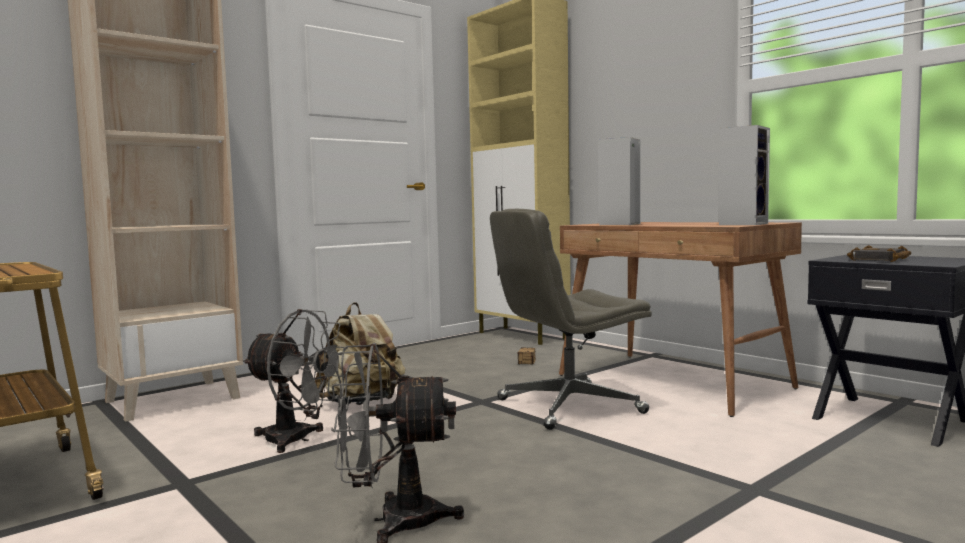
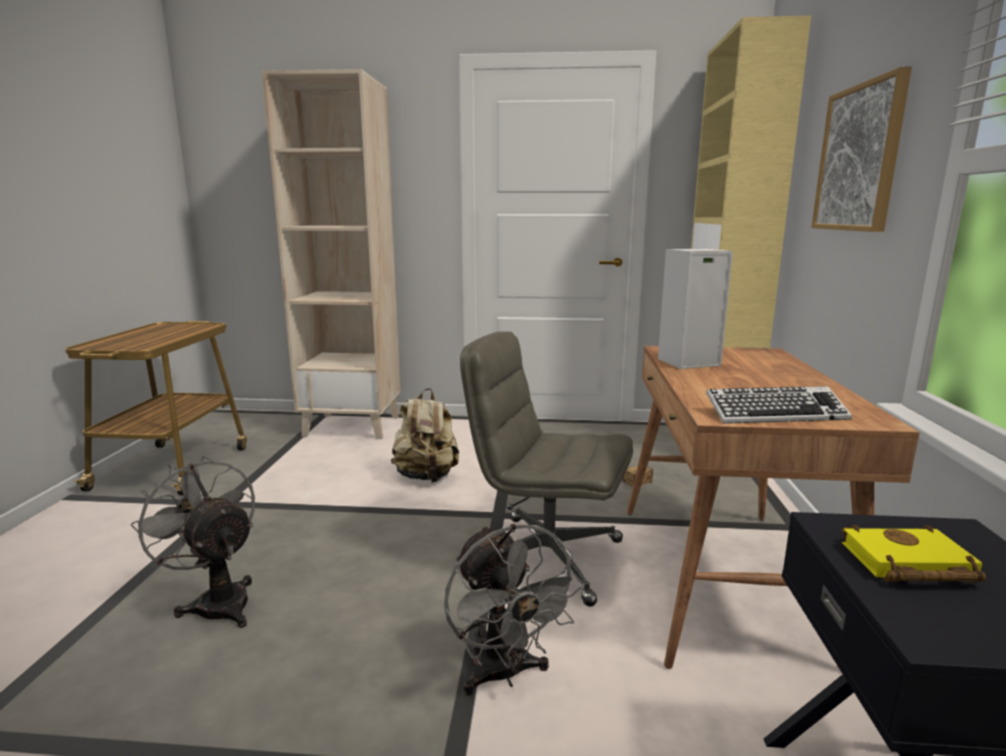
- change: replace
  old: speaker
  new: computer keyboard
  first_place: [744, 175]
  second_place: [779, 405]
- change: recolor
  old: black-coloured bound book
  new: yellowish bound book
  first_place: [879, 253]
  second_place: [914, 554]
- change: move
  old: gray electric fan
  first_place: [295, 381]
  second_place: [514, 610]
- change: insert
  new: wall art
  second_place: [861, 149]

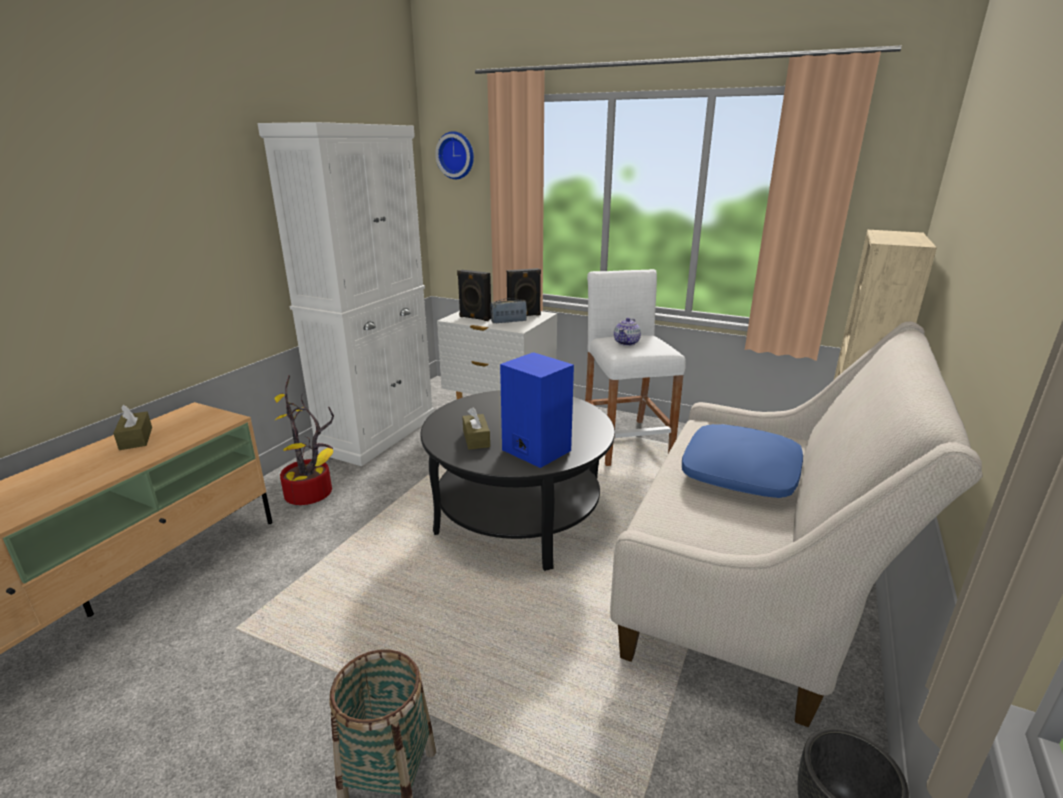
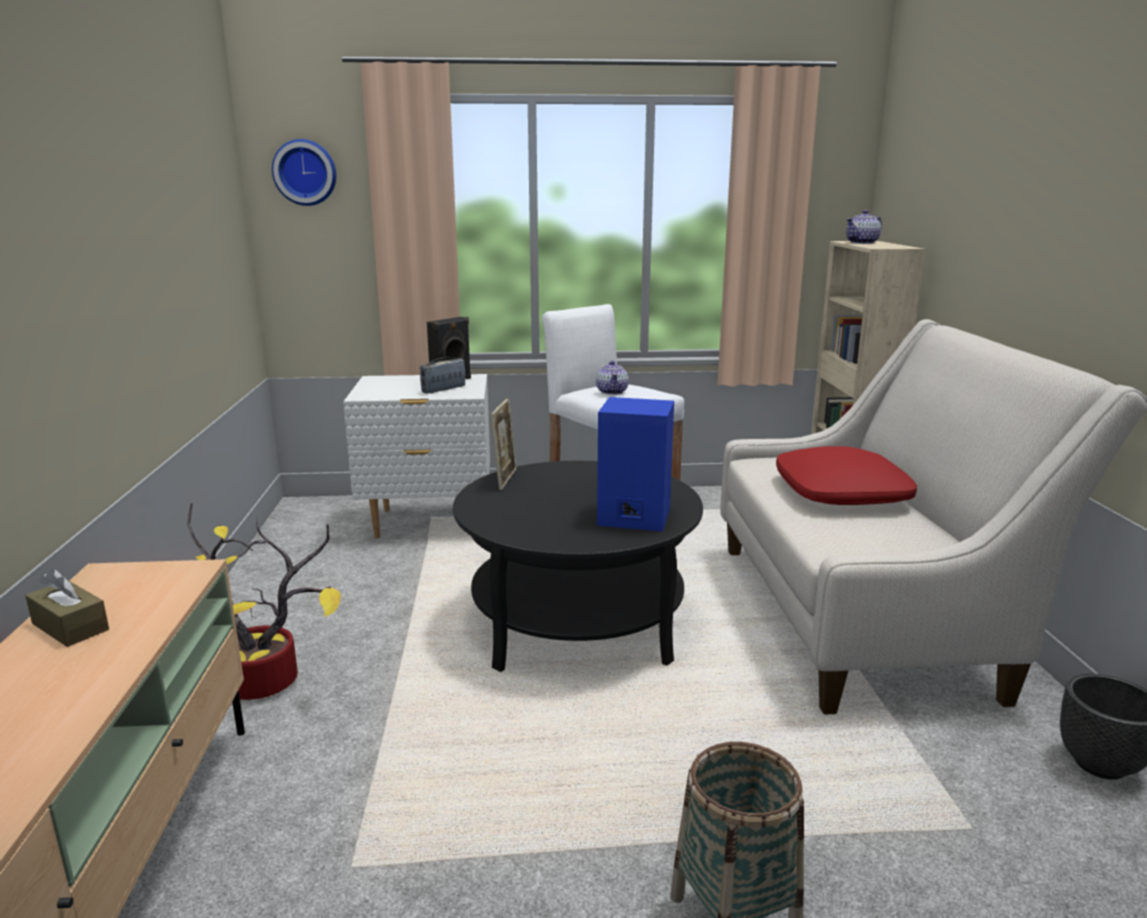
- change: delete
  old: whitish cupboard
  first_place: [346, 294]
- change: delete
  old: black-coloured speaker
  first_place: [474, 295]
- change: delete
  old: brown-coloured box of tissues
  first_place: [476, 428]
- change: recolor
  old: blue-coloured pillow
  new: reddish pillow
  first_place: [742, 461]
  second_place: [846, 475]
- change: insert
  new: pot for tea
  second_place: [864, 227]
- change: insert
  new: picture frame
  second_place: [503, 444]

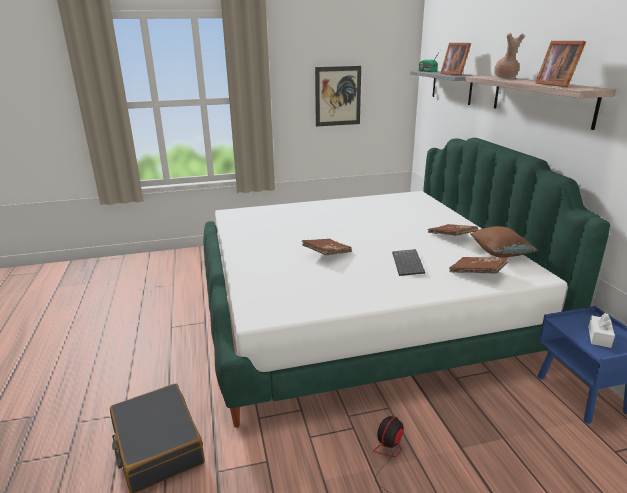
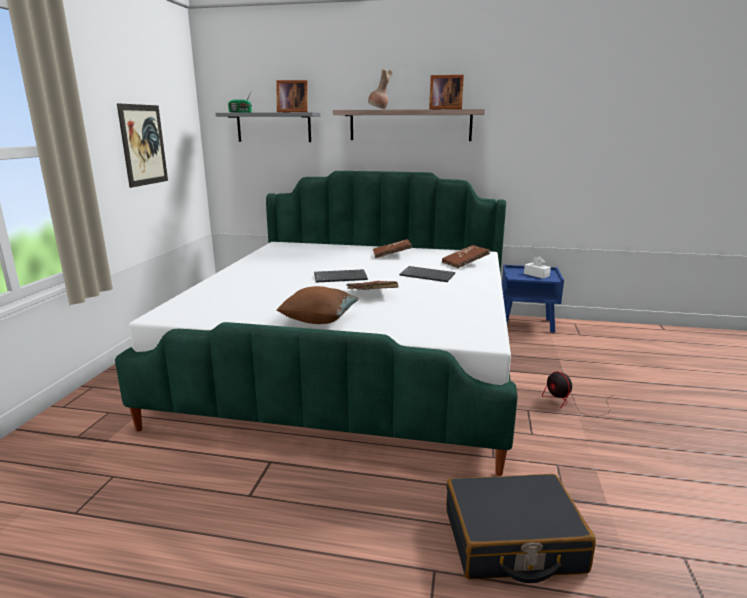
- change: move
  old: brown-coloured pillow
  first_place: [504, 242]
  second_place: [317, 305]
- change: insert
  new: computer keyboard
  second_place: [341, 276]

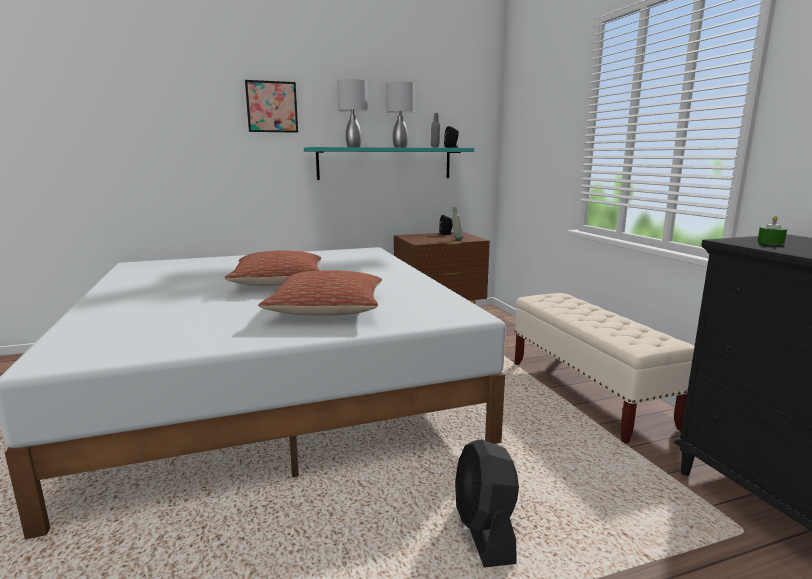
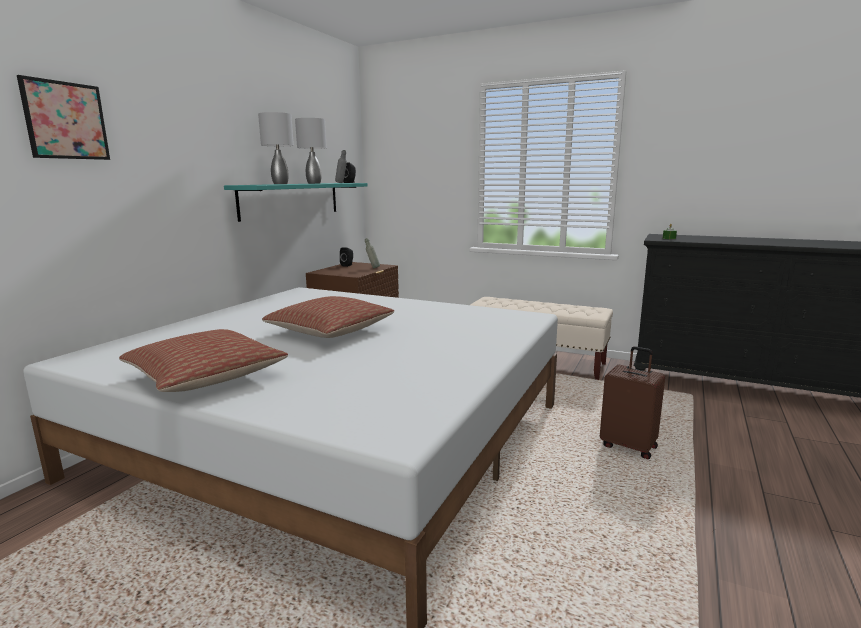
- change: move
  old: wall art
  first_place: [271, 106]
  second_place: [63, 117]
- change: move
  old: pillow
  first_place: [320, 293]
  second_place: [203, 360]
- change: replace
  old: black-coloured electric fan
  new: brown-coloured piece of luggage
  first_place: [487, 503]
  second_place: [632, 402]

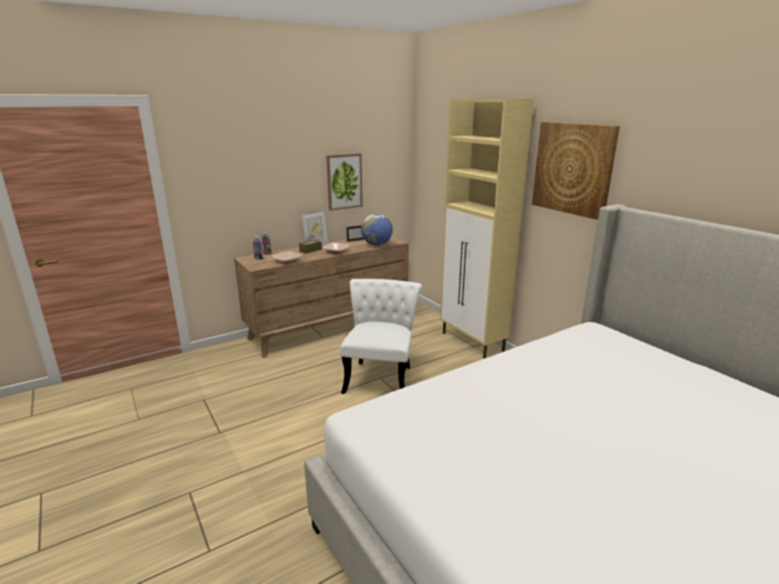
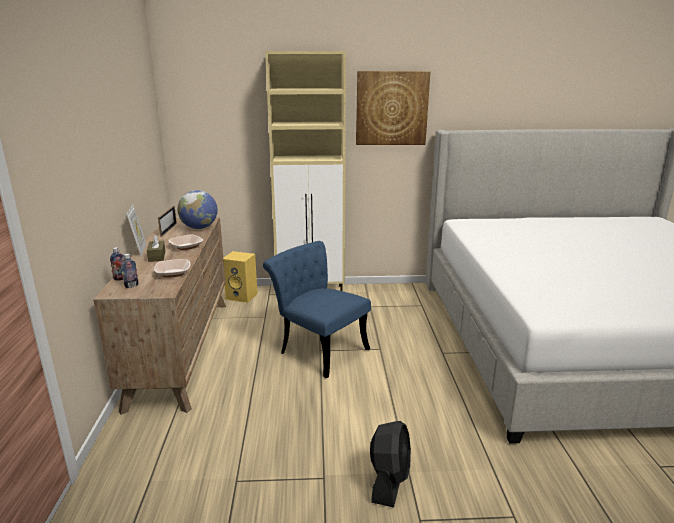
- change: delete
  old: wall art
  first_place: [344, 182]
- change: recolor
  old: whitish chair
  new: blue-coloured chair
  first_place: [381, 336]
  second_place: [317, 309]
- change: insert
  new: yellowish speaker
  second_place: [240, 277]
- change: insert
  new: black-coloured electric fan
  second_place: [390, 464]

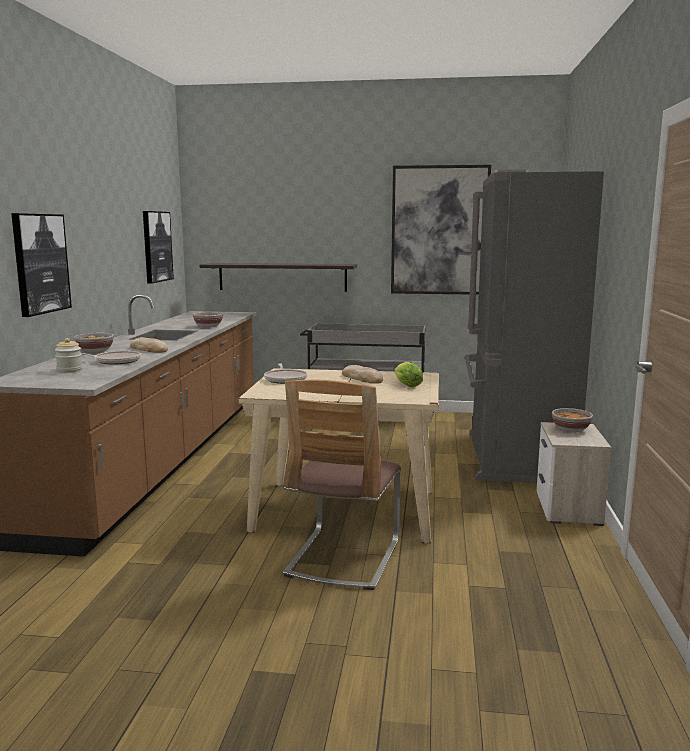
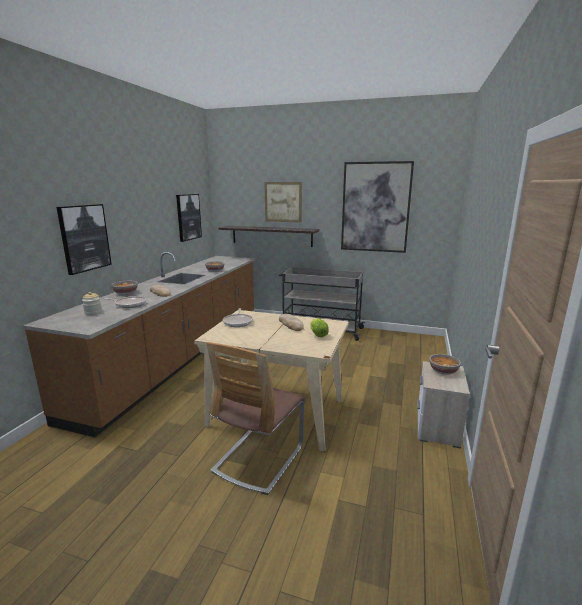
- change: delete
  old: gray fridge
  first_place: [534, 326]
- change: insert
  new: wall art
  second_place: [283, 202]

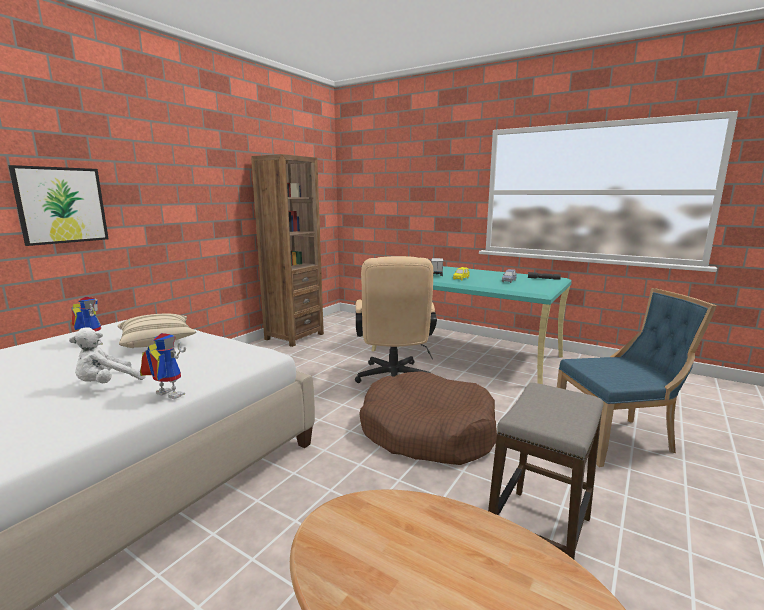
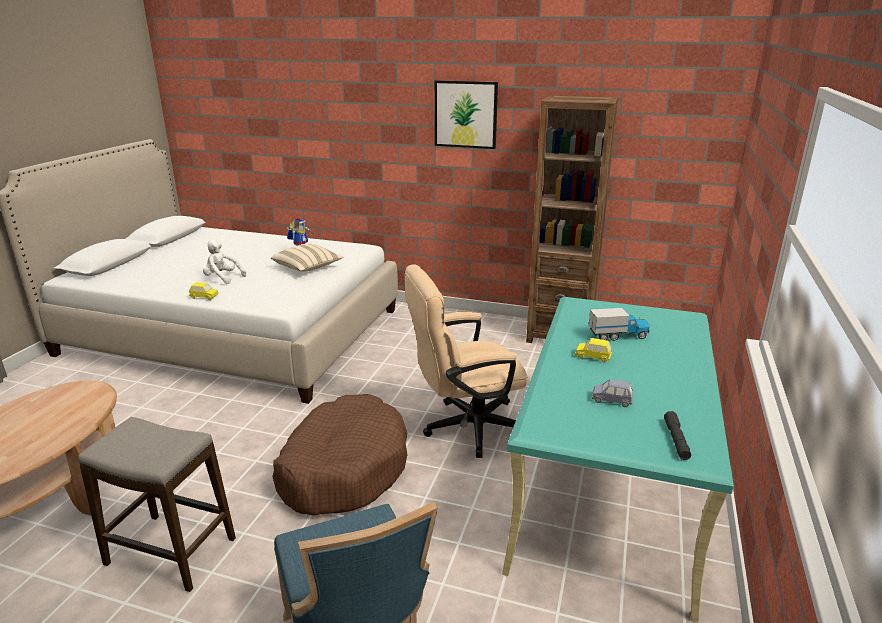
- change: move
  old: wall art
  first_place: [58, 205]
  second_place: [466, 114]
- change: replace
  old: toy robot
  new: yellowish toy car
  first_place: [163, 366]
  second_place: [204, 291]

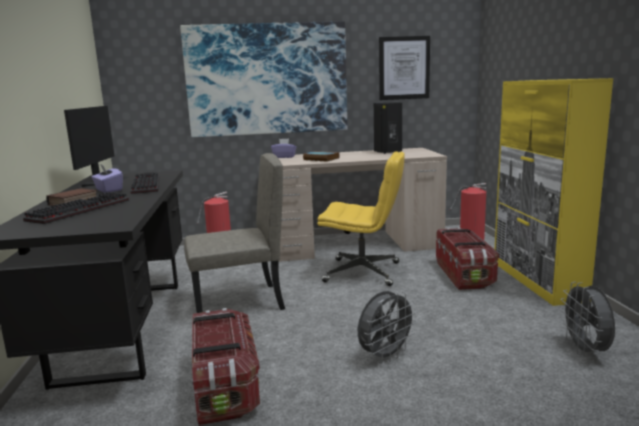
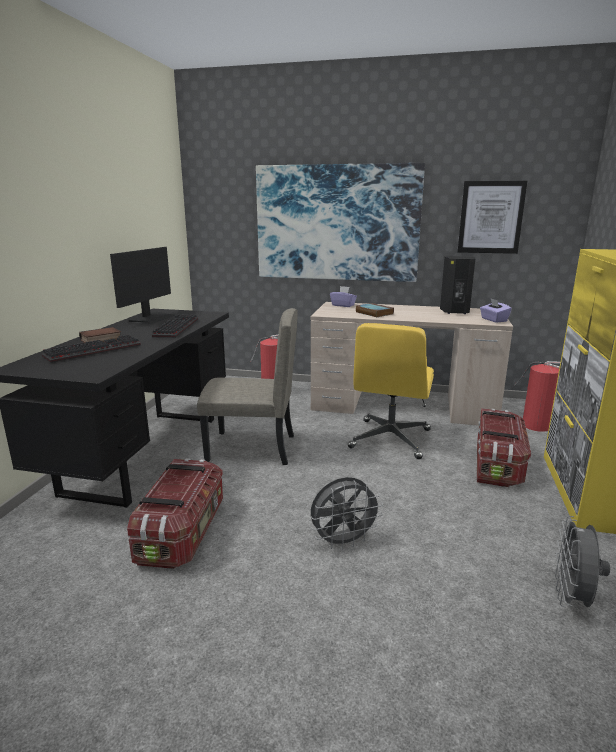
- change: rotate
  old: yellowish desk chair
  first_place: [360, 218]
  second_place: [391, 391]
  degrees: 75
- change: move
  old: purple box of tissues
  first_place: [107, 178]
  second_place: [496, 310]

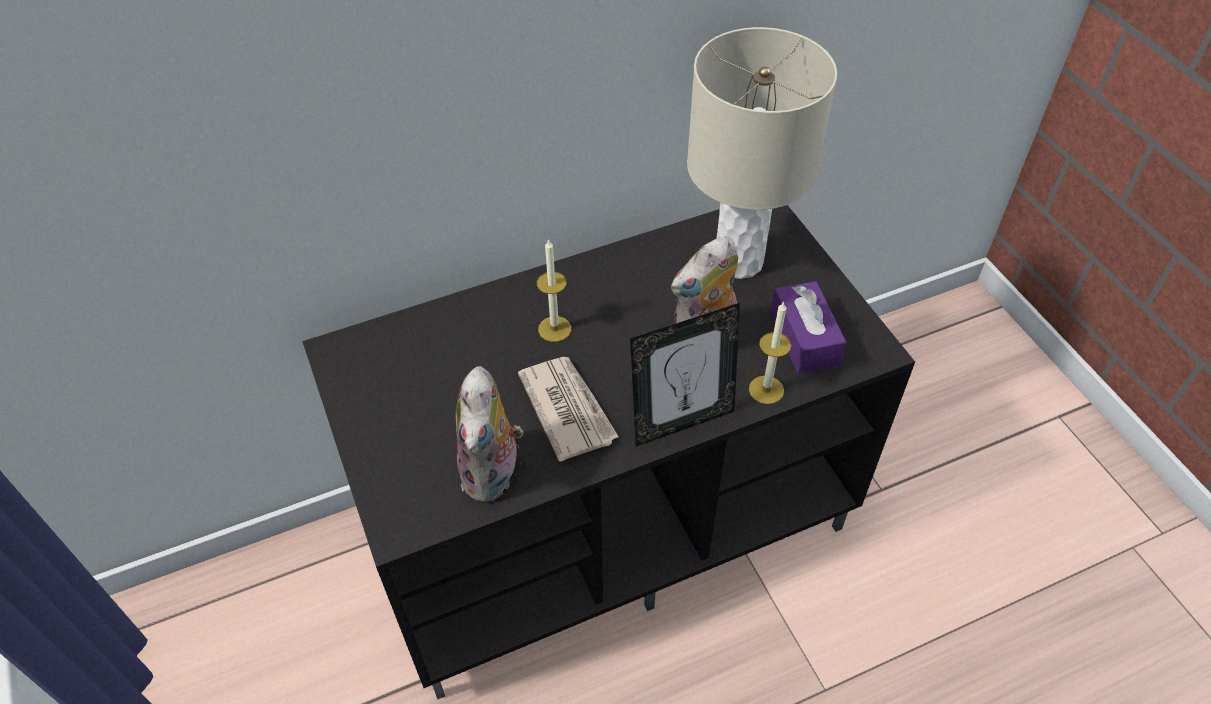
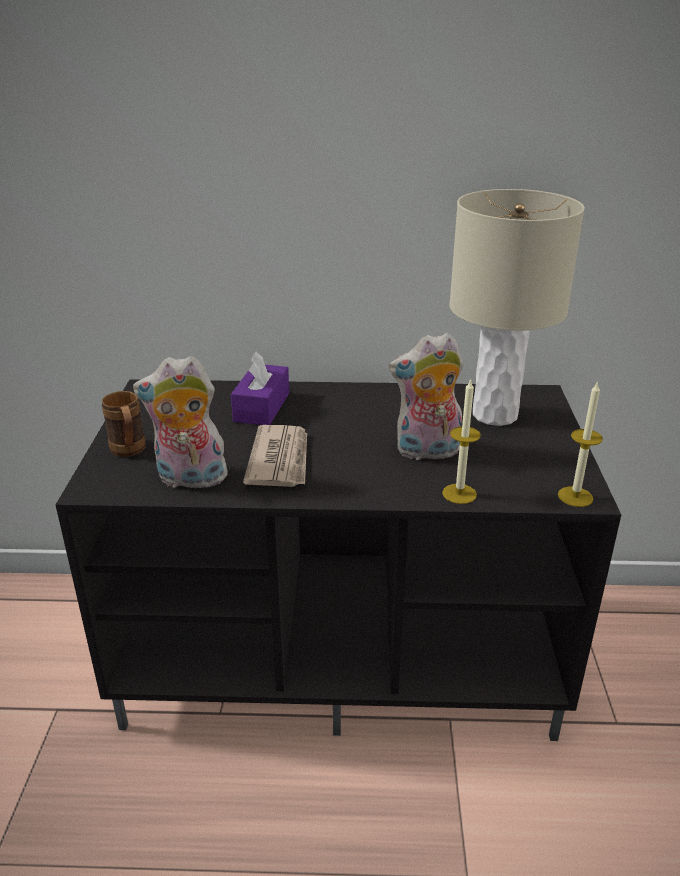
- change: move
  old: wax light
  first_place: [554, 290]
  second_place: [580, 444]
- change: move
  old: purple box of tissues
  first_place: [809, 327]
  second_place: [260, 388]
- change: delete
  old: picture frame
  first_place: [685, 375]
- change: rotate
  old: plush toy
  first_place: [489, 434]
  second_place: [183, 422]
  degrees: 60
- change: insert
  new: brown-coloured coffee mug
  second_place: [124, 424]

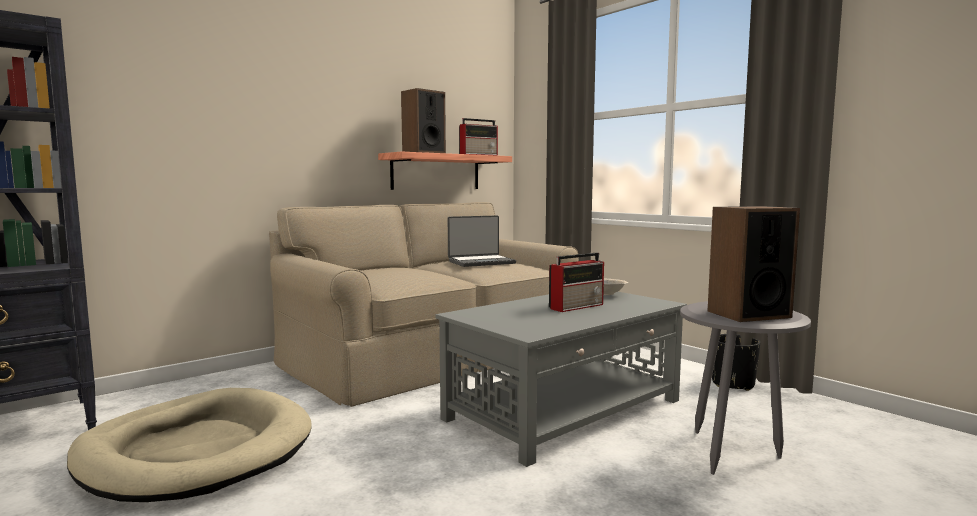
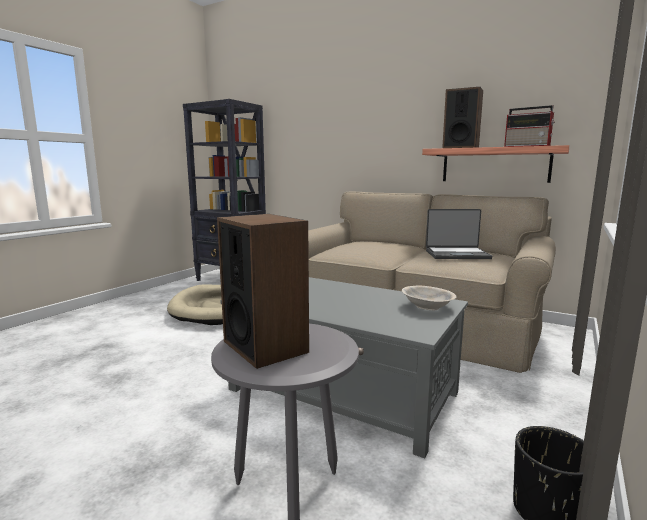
- change: rotate
  old: portable computer
  first_place: [482, 241]
  second_place: [459, 234]
  degrees: -45
- change: delete
  old: radio receiver
  first_place: [576, 282]

